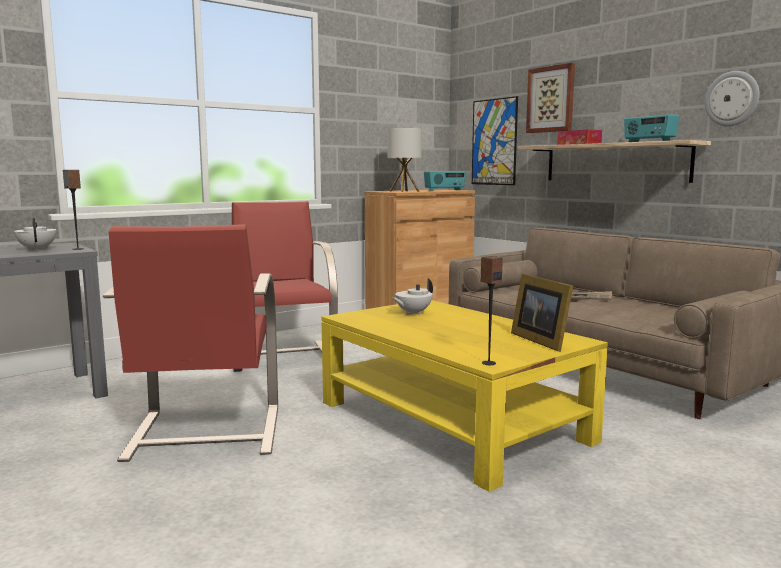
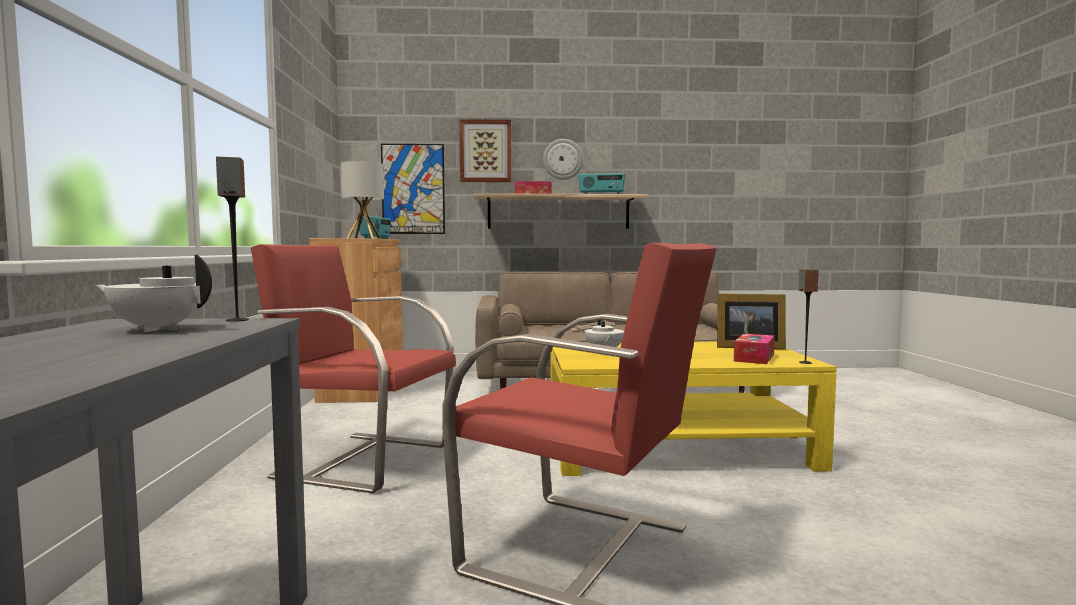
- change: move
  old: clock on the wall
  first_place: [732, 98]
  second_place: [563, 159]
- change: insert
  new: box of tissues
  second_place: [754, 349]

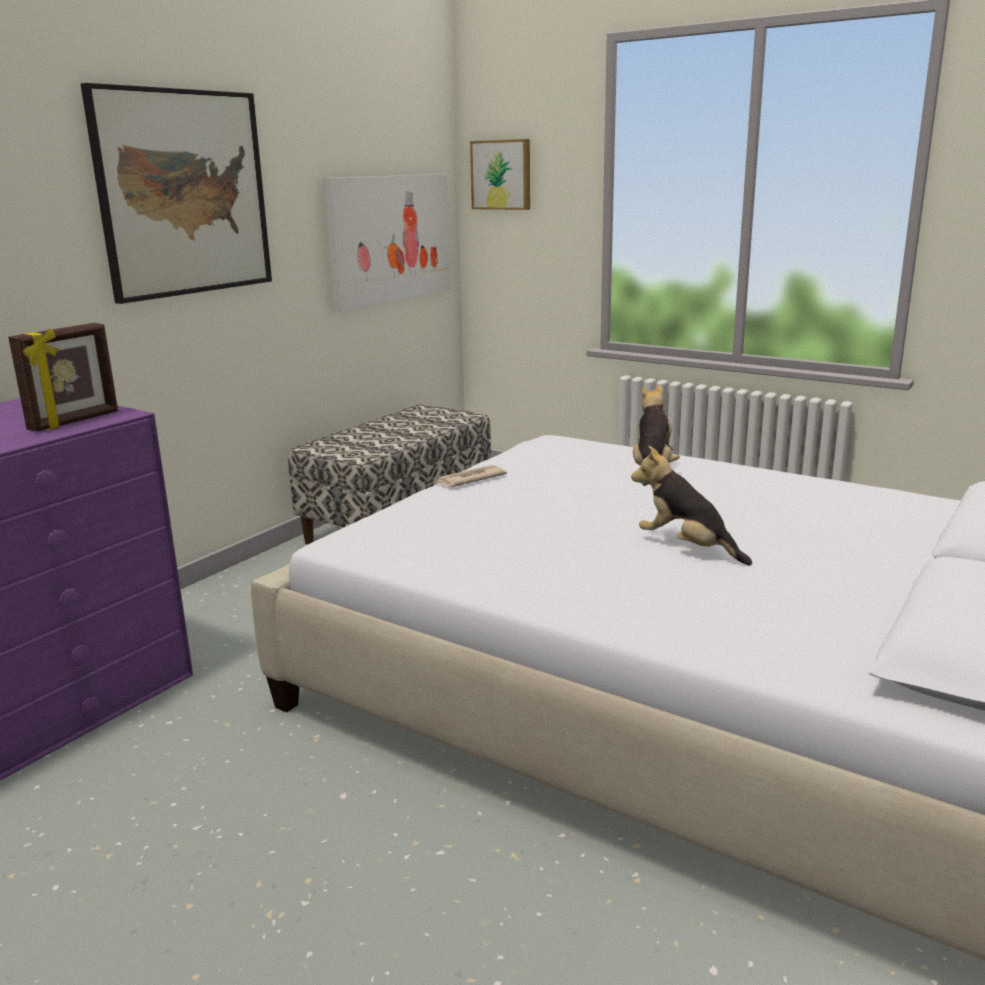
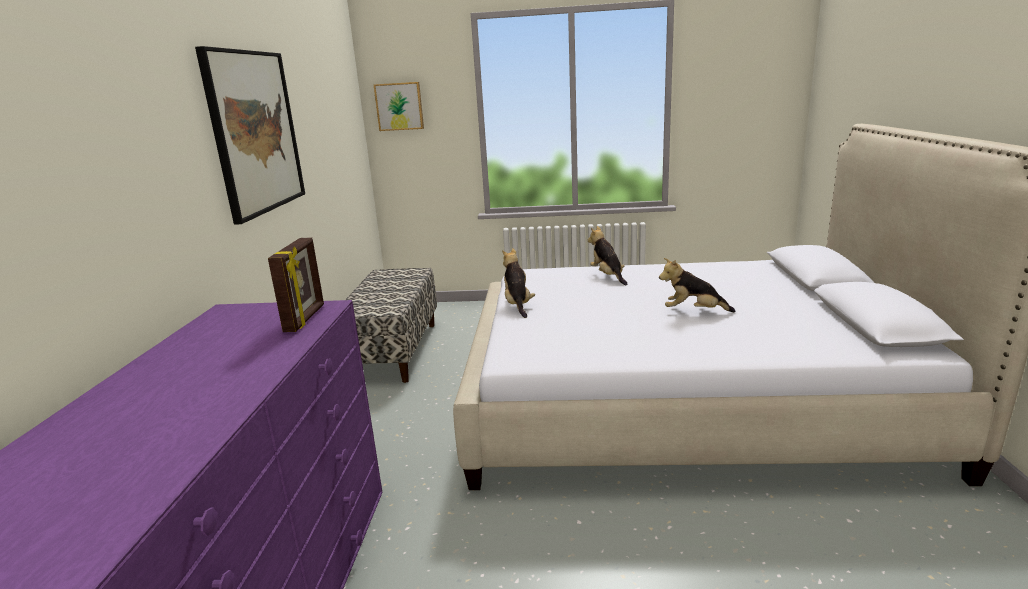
- change: delete
  old: wall art
  first_place: [386, 243]
- change: replace
  old: newspaper
  new: plush toy
  first_place: [471, 476]
  second_place: [518, 283]

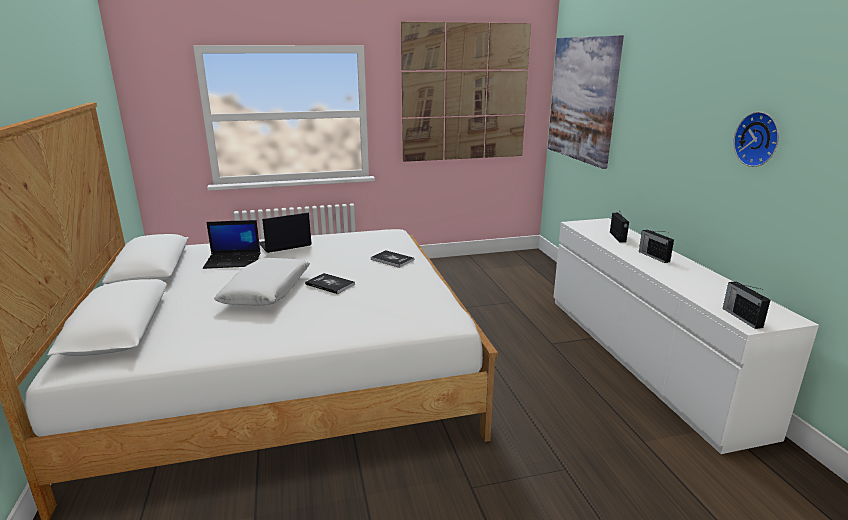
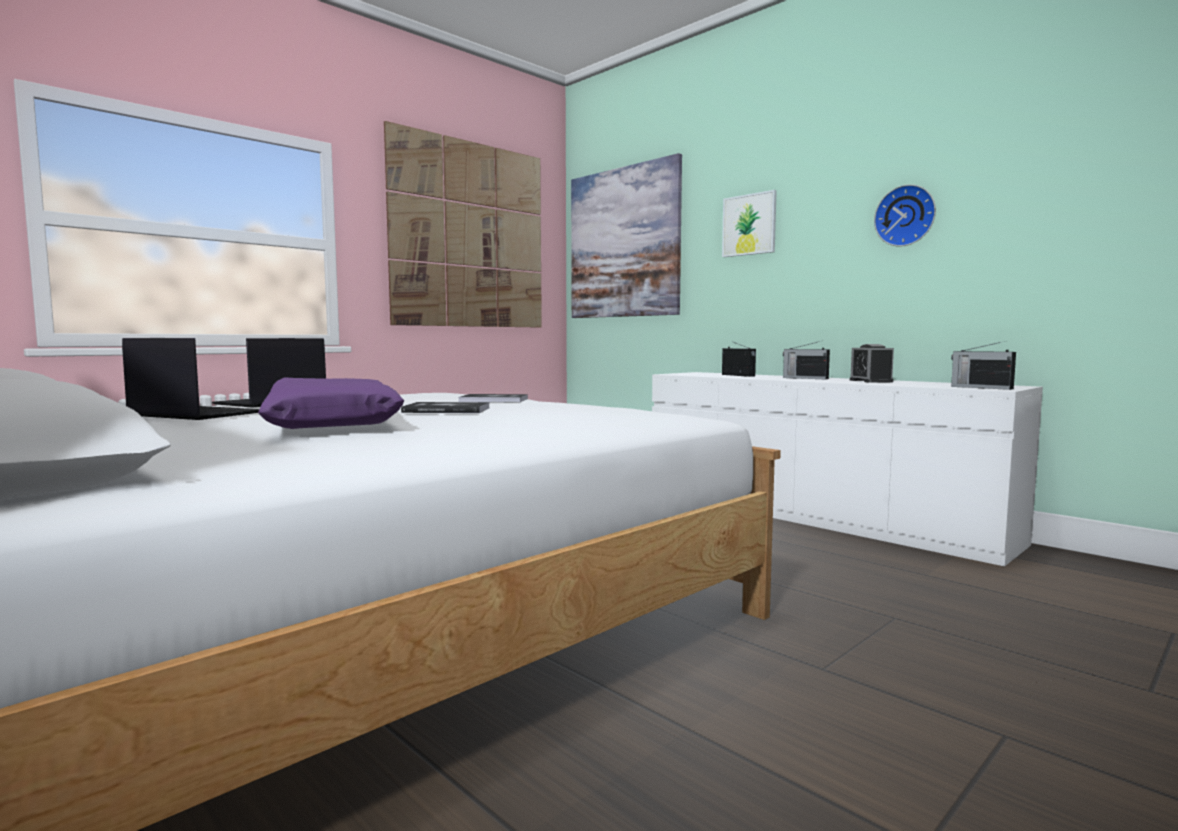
- change: rotate
  old: portable computer
  first_place: [232, 244]
  second_place: [190, 379]
  degrees: -120
- change: recolor
  old: whitish pillow
  new: purple pillow
  first_place: [262, 282]
  second_place: [331, 403]
- change: insert
  new: wall art
  second_place: [749, 223]
- change: insert
  new: table clock
  second_place: [872, 363]

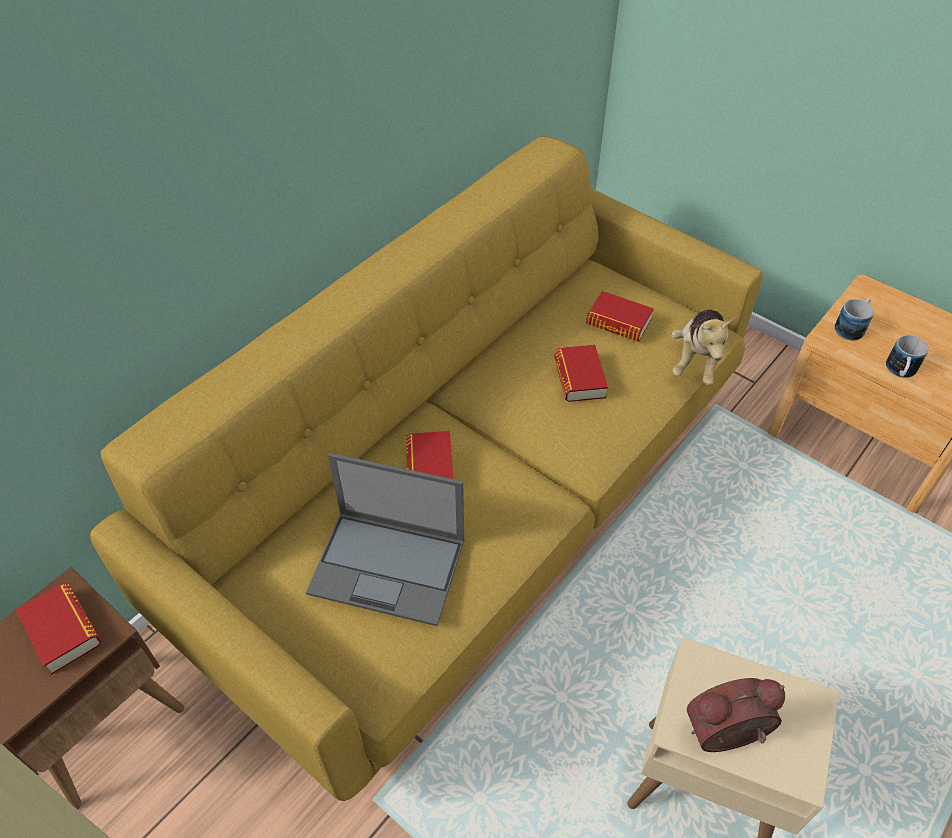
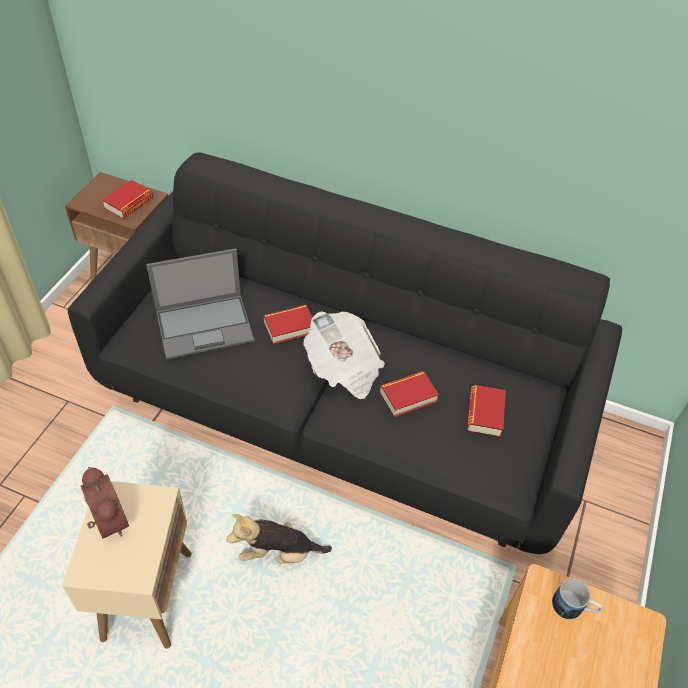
- change: recolor
  old: yellowish couch
  new: black-coloured couch
  first_place: [426, 468]
  second_place: [345, 353]
- change: move
  old: plush toy
  first_place: [703, 348]
  second_place: [279, 539]
- change: delete
  old: coffee mug
  first_place: [907, 356]
- change: rotate
  old: portable computer
  first_place: [385, 539]
  second_place: [200, 303]
  degrees: -105
- change: insert
  new: newspaper
  second_place: [344, 355]

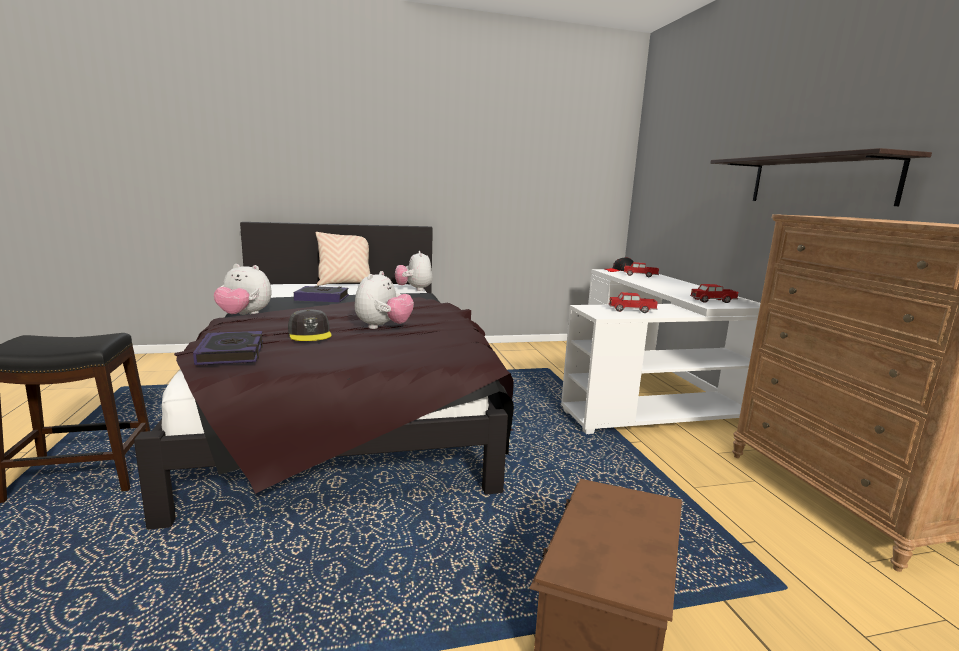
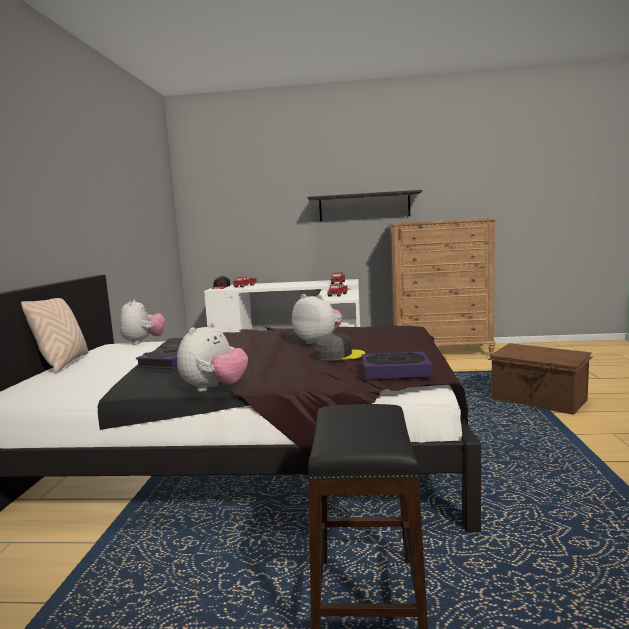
- change: rotate
  old: plush toy
  first_place: [413, 271]
  second_place: [142, 322]
  degrees: -105

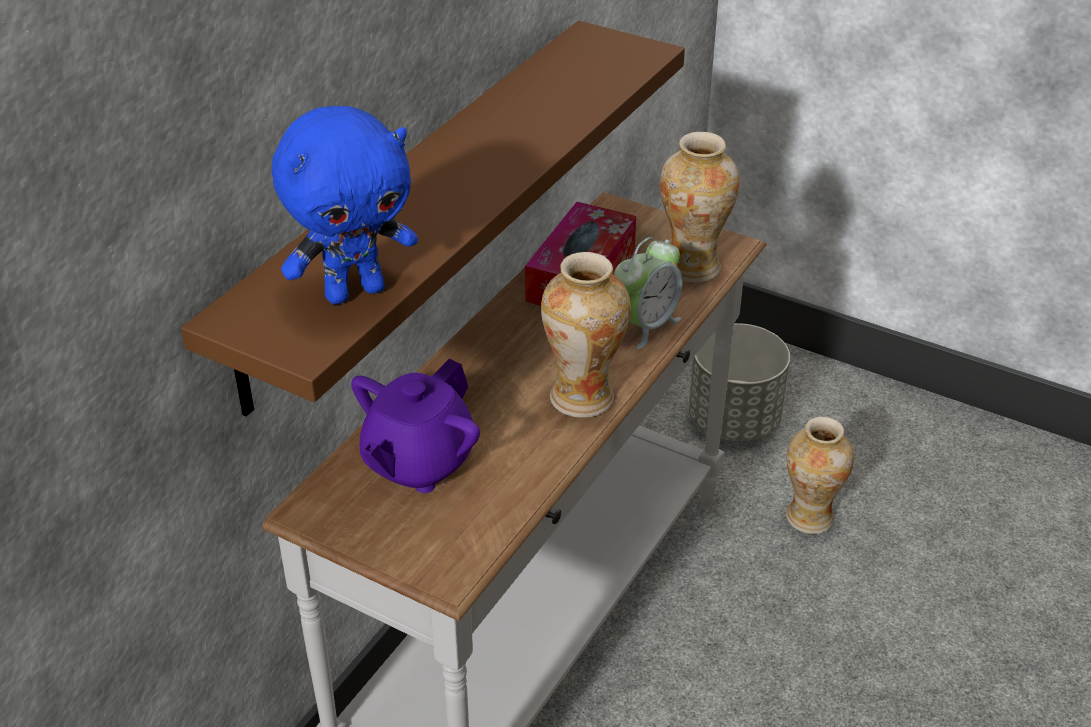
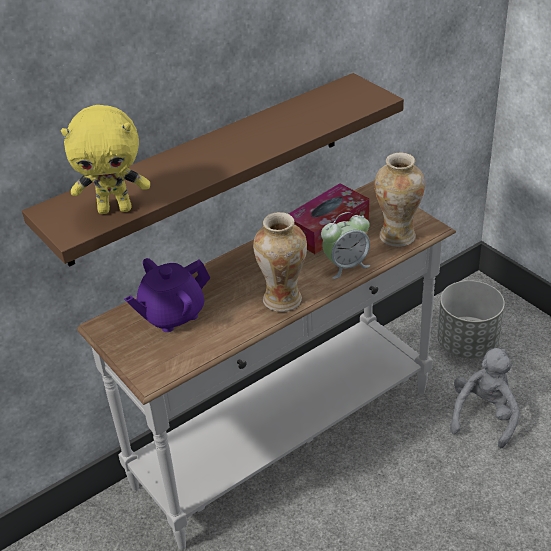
- change: recolor
  old: blue-coloured plush toy
  new: yellowish plush toy
  first_place: [345, 205]
  second_place: [105, 159]
- change: replace
  old: decorative vase
  new: gray plush toy
  first_place: [820, 475]
  second_place: [485, 398]

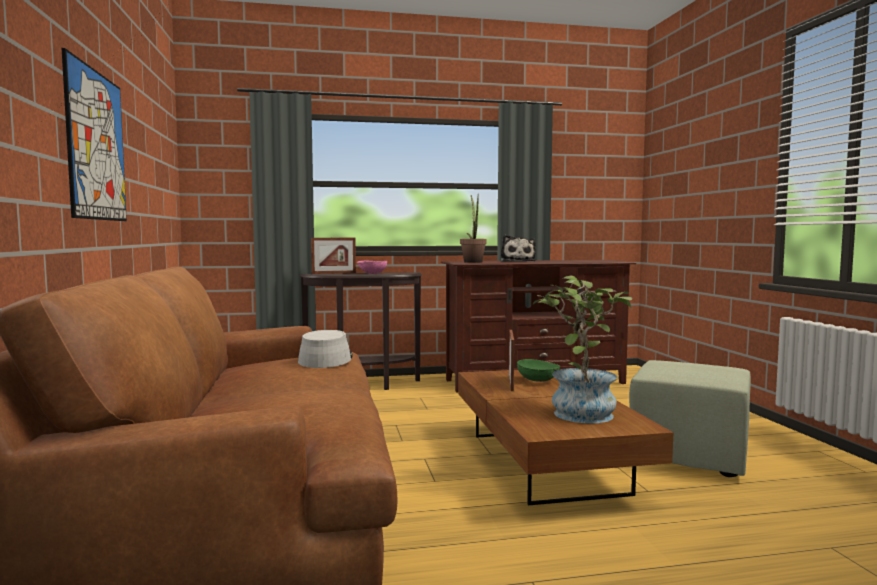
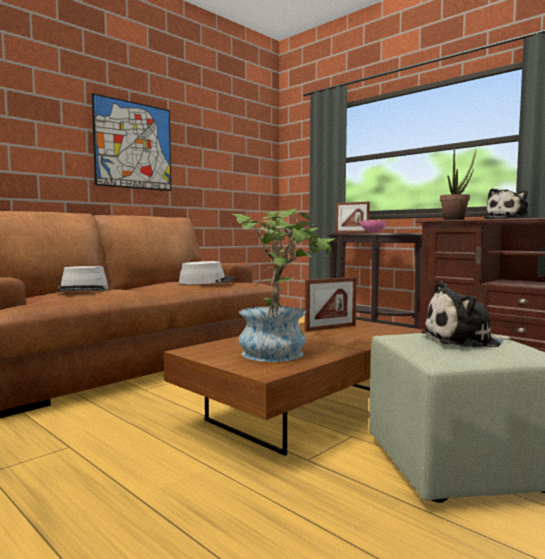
- change: delete
  old: greenish bowl
  first_place: [538, 370]
- change: insert
  new: gray hat
  second_place: [82, 279]
- change: insert
  new: plush toy
  second_place: [466, 314]

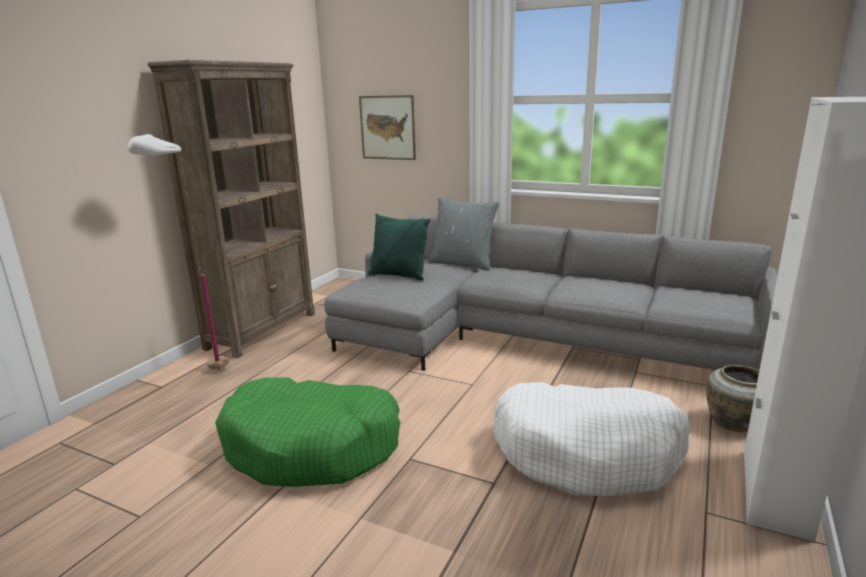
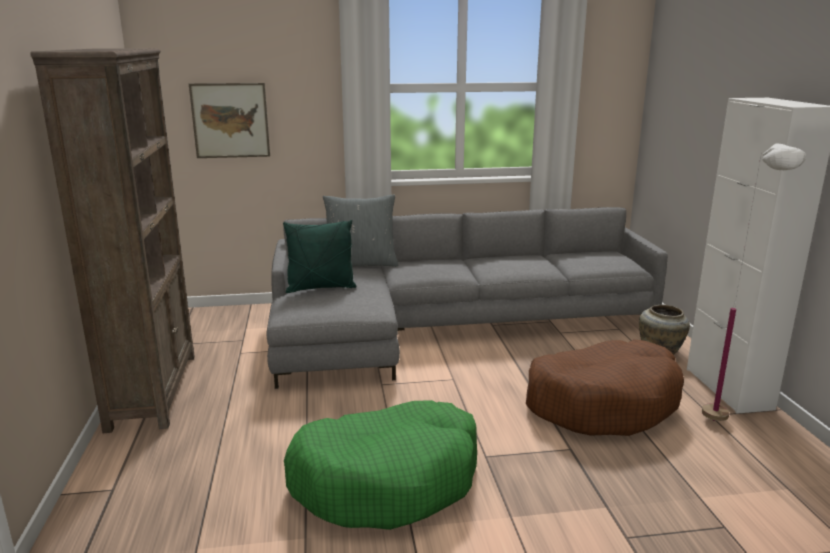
- change: move
  old: whitish standing lamp
  first_place: [178, 252]
  second_place: [754, 282]
- change: recolor
  old: whitish pet bed
  new: brown-coloured pet bed
  first_place: [592, 439]
  second_place: [605, 387]

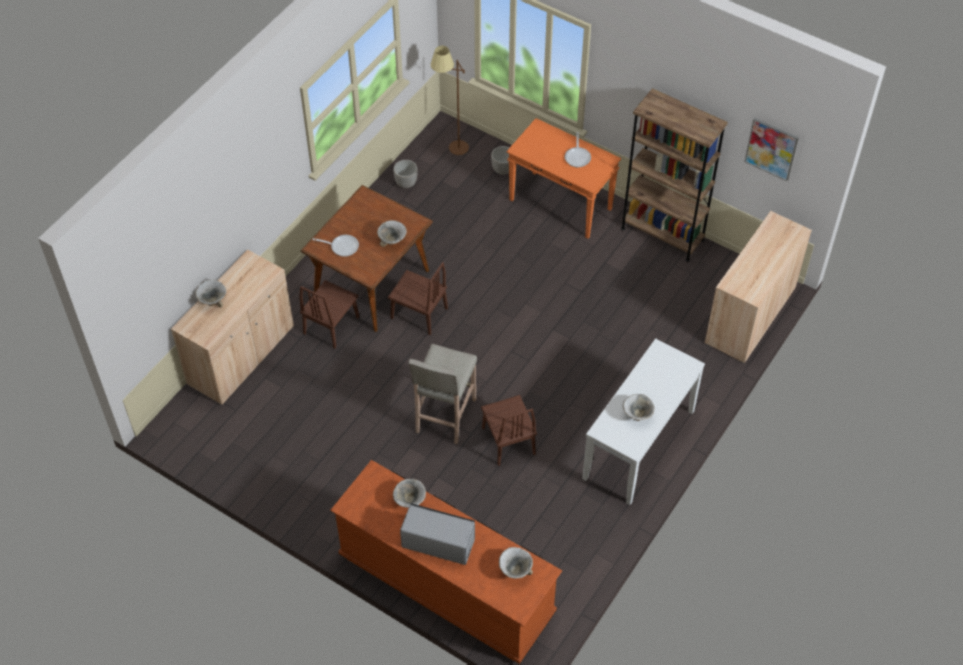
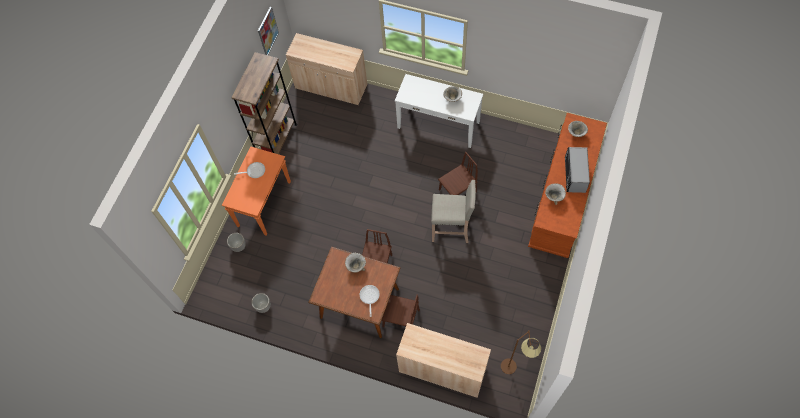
- change: move
  old: brown-coloured standing lamp
  first_place: [449, 100]
  second_place: [521, 352]
- change: delete
  old: bowl
  first_place: [210, 293]

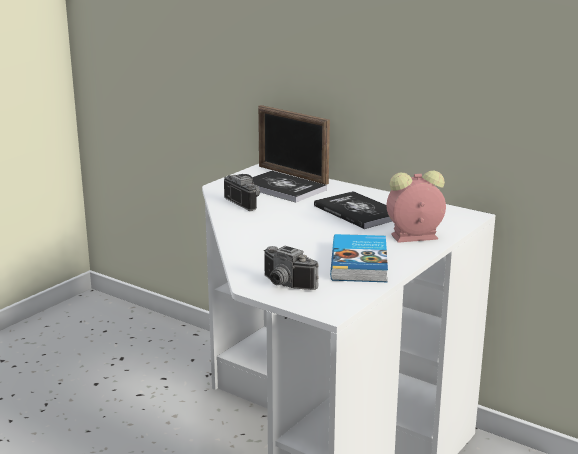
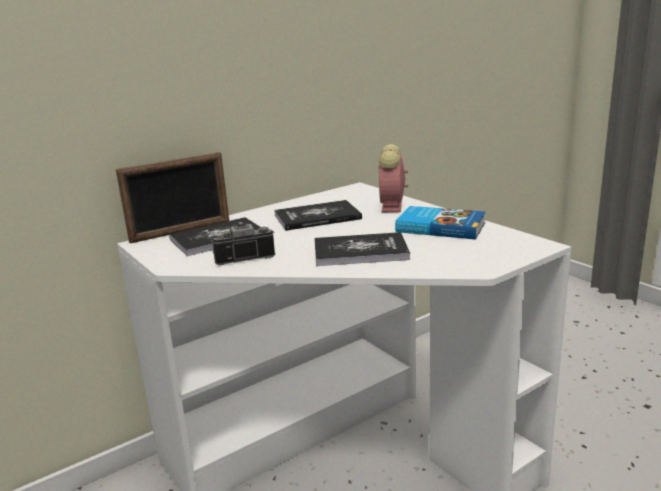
- change: delete
  old: photo camera
  first_place: [291, 268]
- change: insert
  new: bound book
  second_place: [362, 249]

